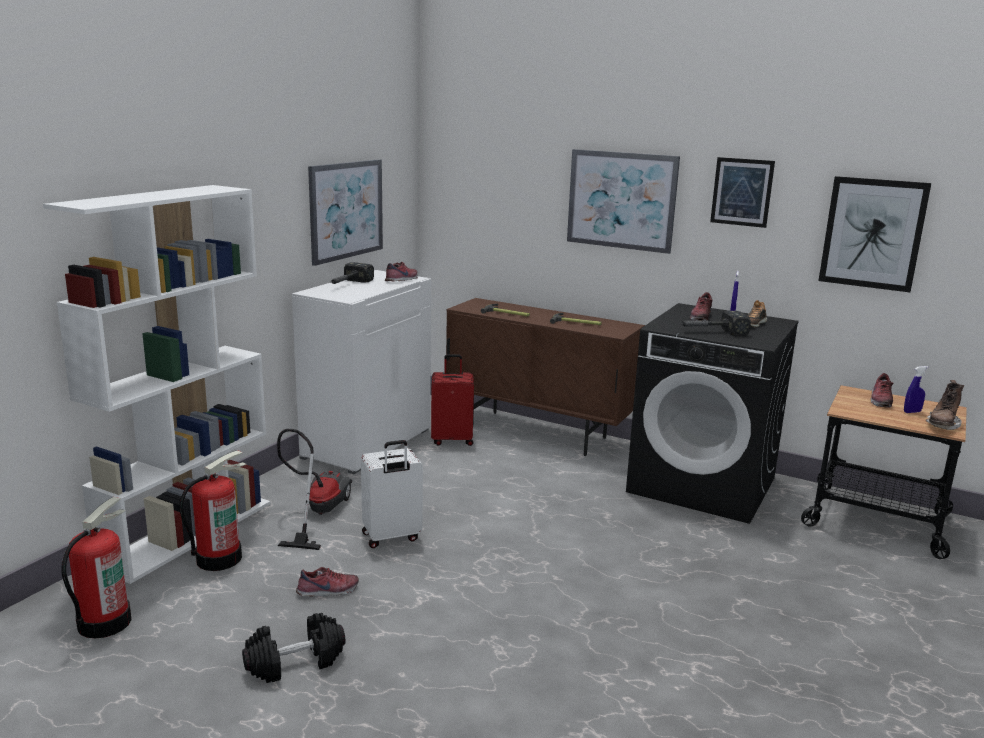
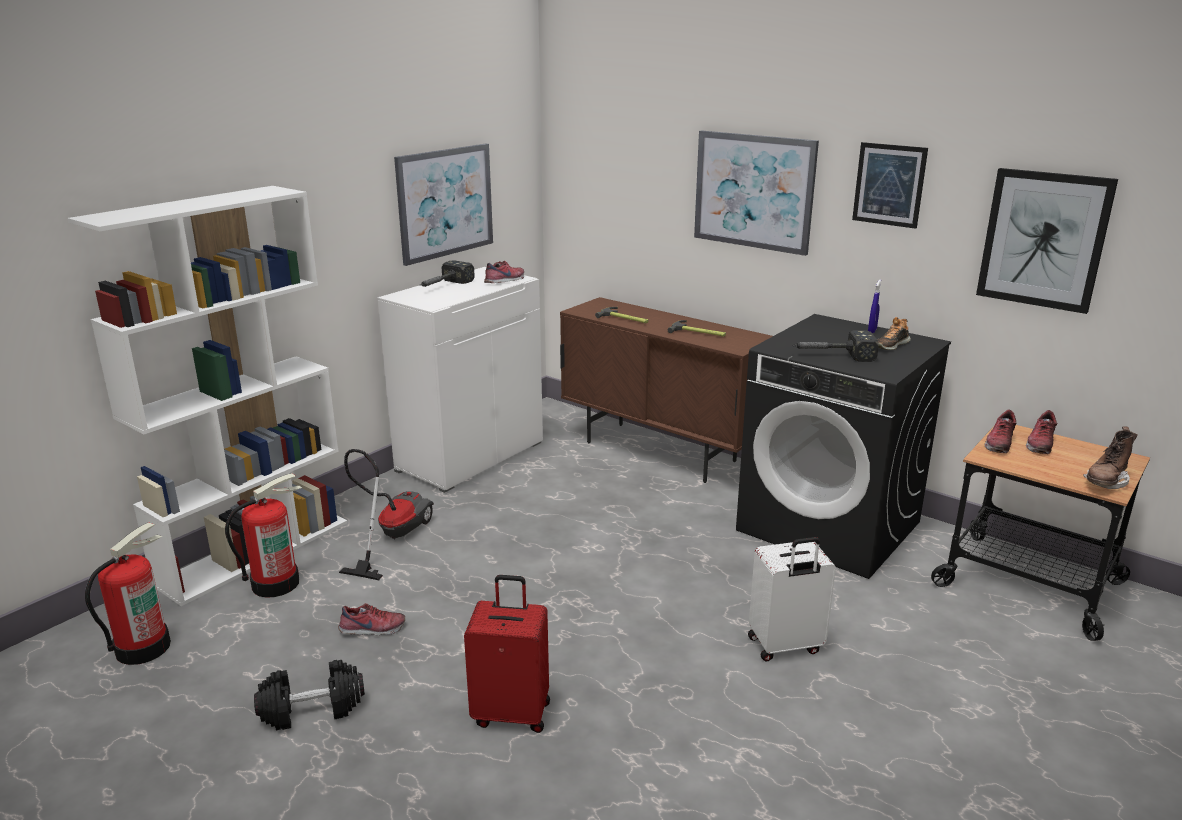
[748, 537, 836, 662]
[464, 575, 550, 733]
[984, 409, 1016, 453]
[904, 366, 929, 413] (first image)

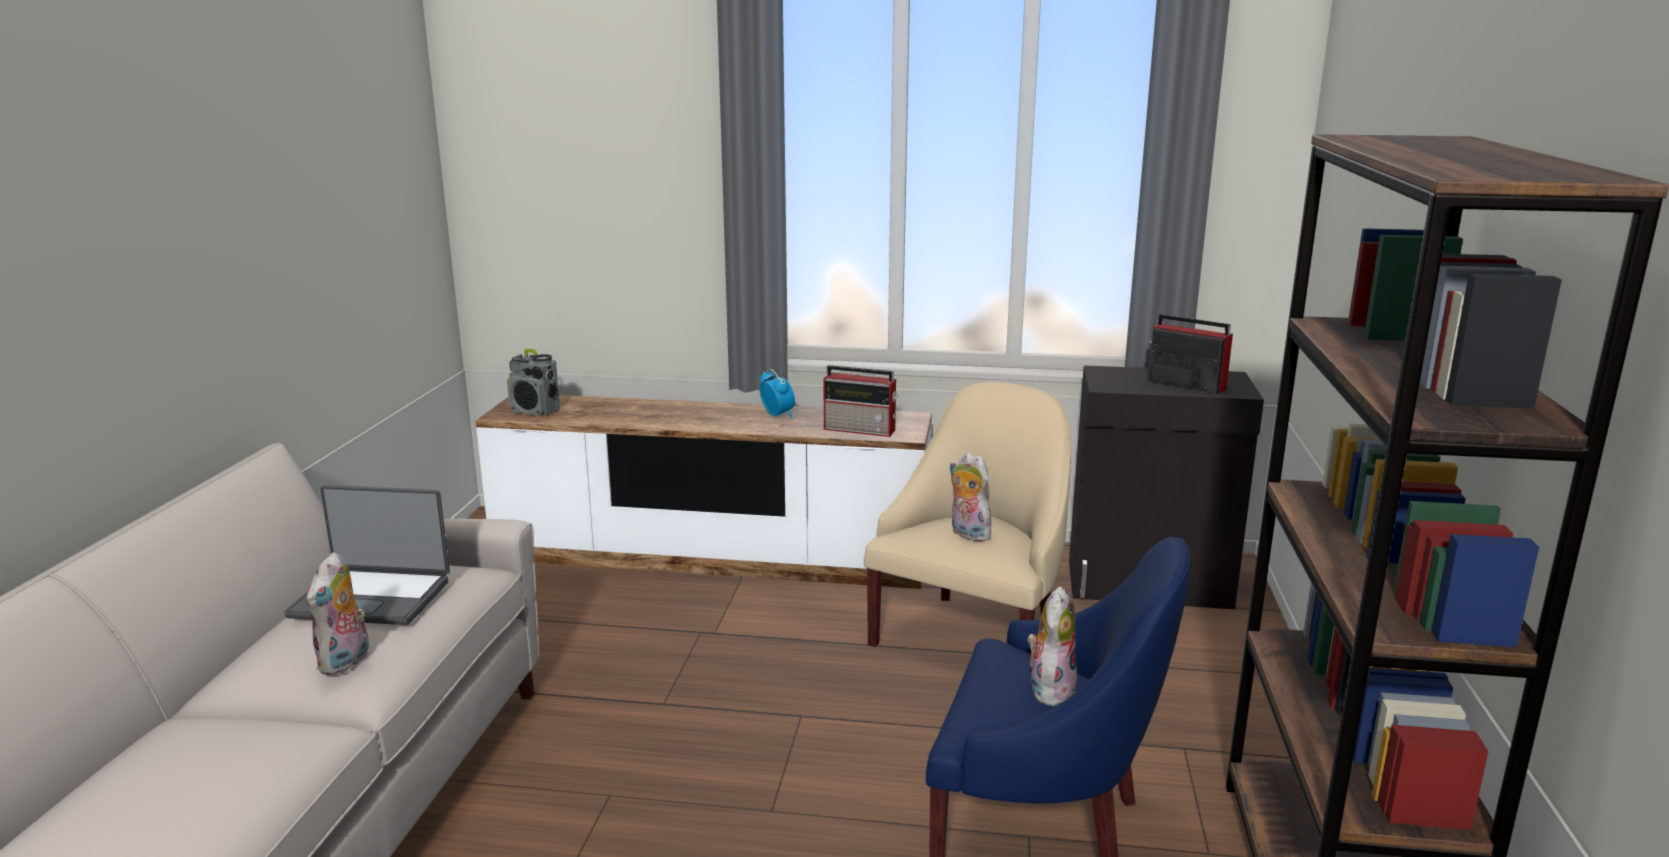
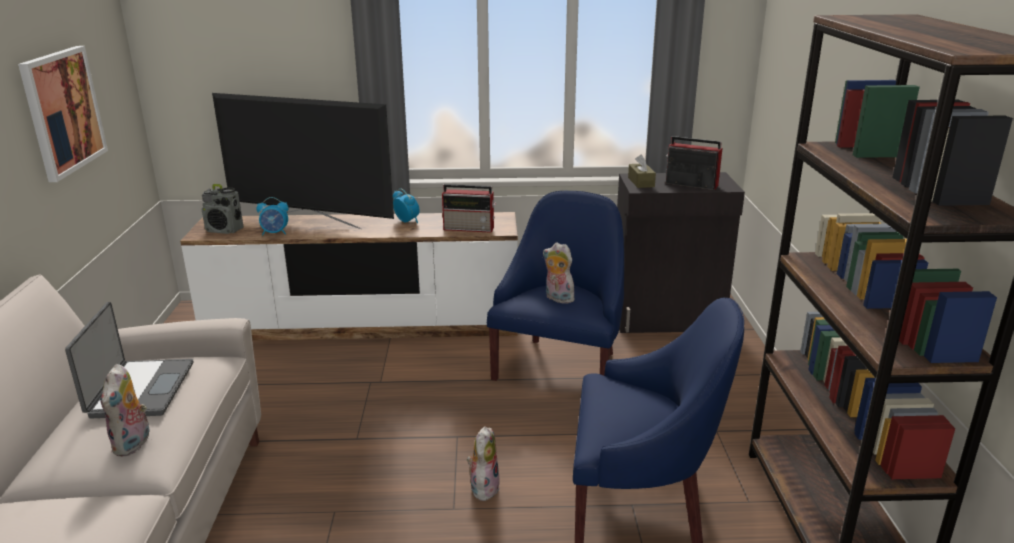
[65, 302, 194, 418]
[487, 191, 624, 381]
[467, 426, 500, 501]
[18, 46, 108, 182]
[212, 93, 394, 229]
[256, 197, 289, 236]
[628, 154, 656, 188]

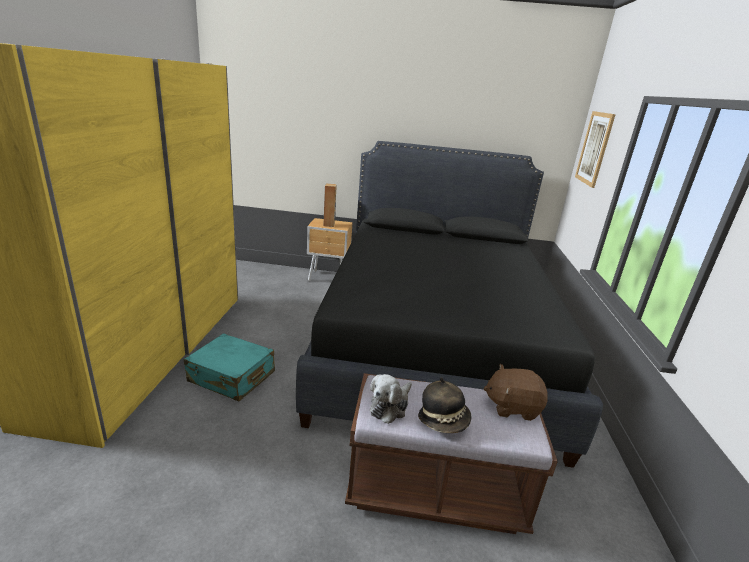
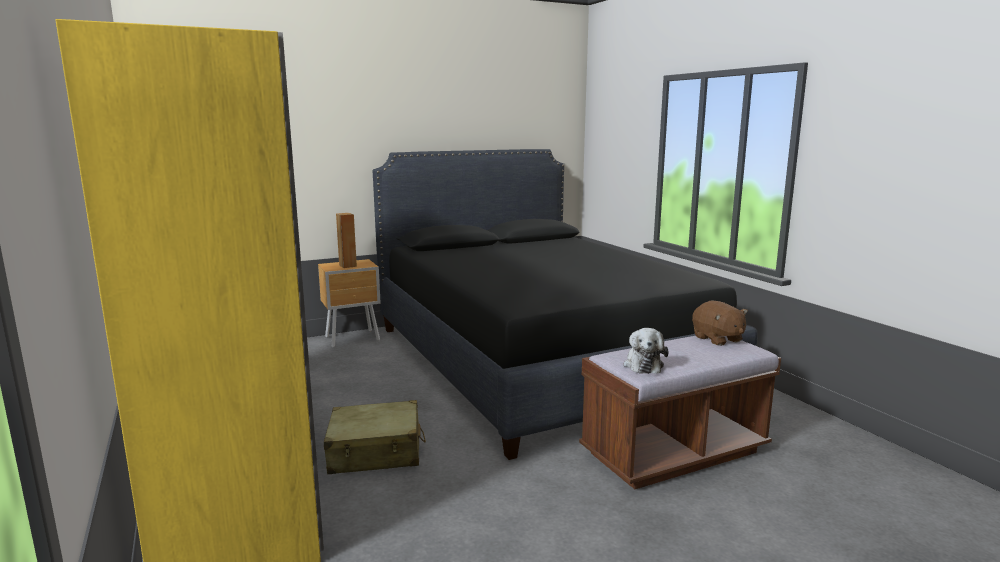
[324, 400, 426, 474]
[418, 377, 472, 433] (first image)
[692, 300, 748, 346]
[575, 111, 616, 188] (first image)

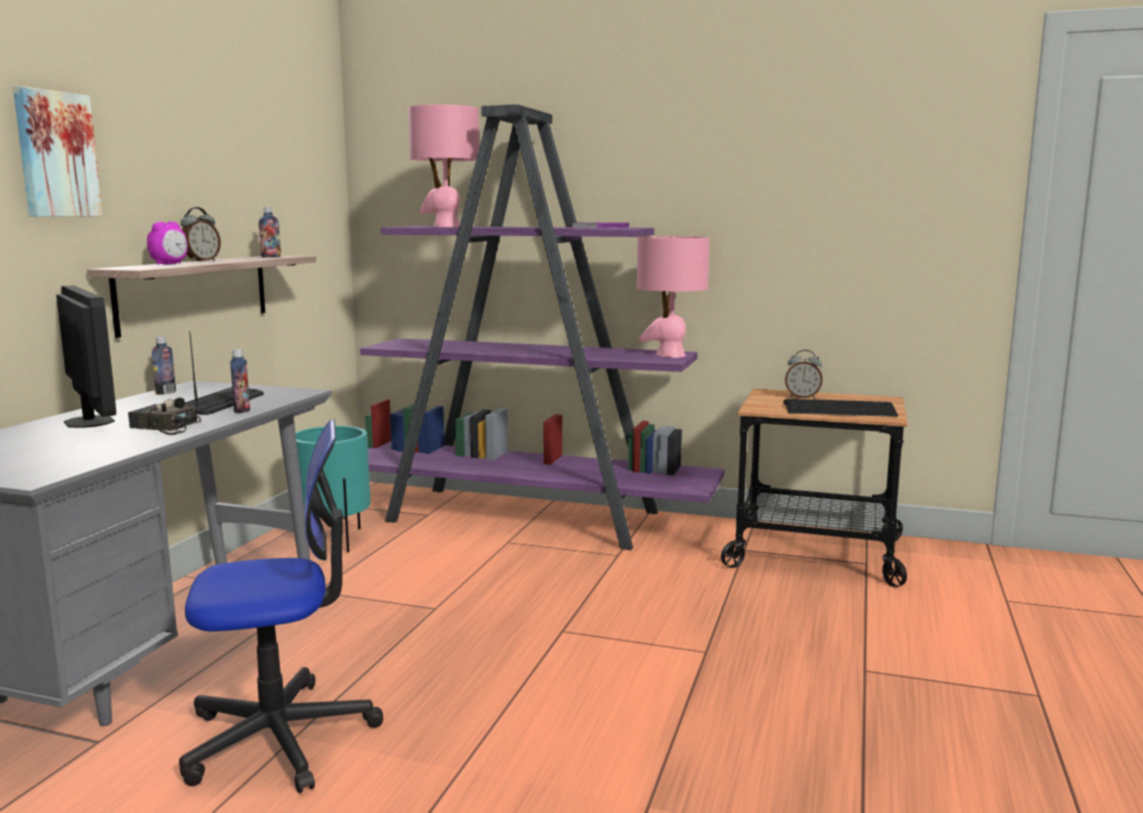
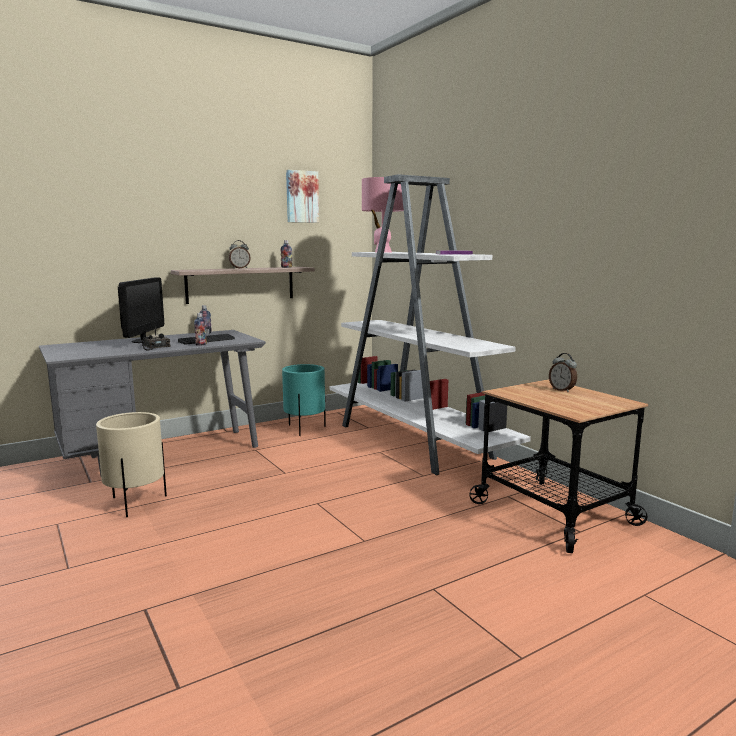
[286, 170, 319, 223]
[147, 221, 188, 265] (first image)
[96, 412, 167, 517]
[330, 174, 531, 475]
[637, 236, 710, 358] (first image)
[783, 399, 898, 417] (first image)

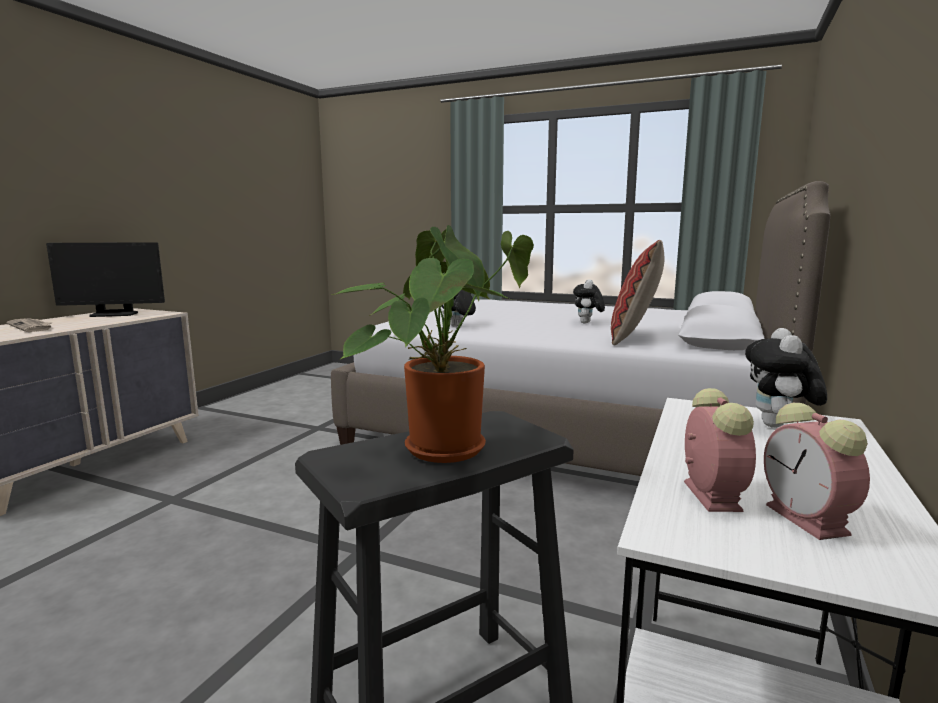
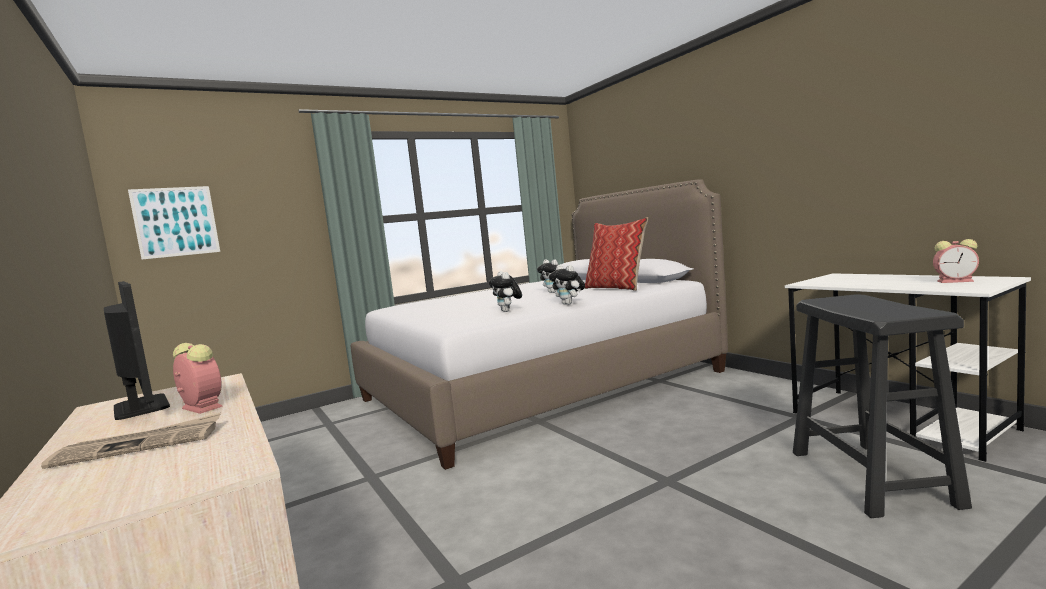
[104, 281, 170, 420]
[330, 225, 534, 463] (first image)
[173, 343, 223, 414]
[549, 265, 585, 305]
[128, 186, 220, 259]

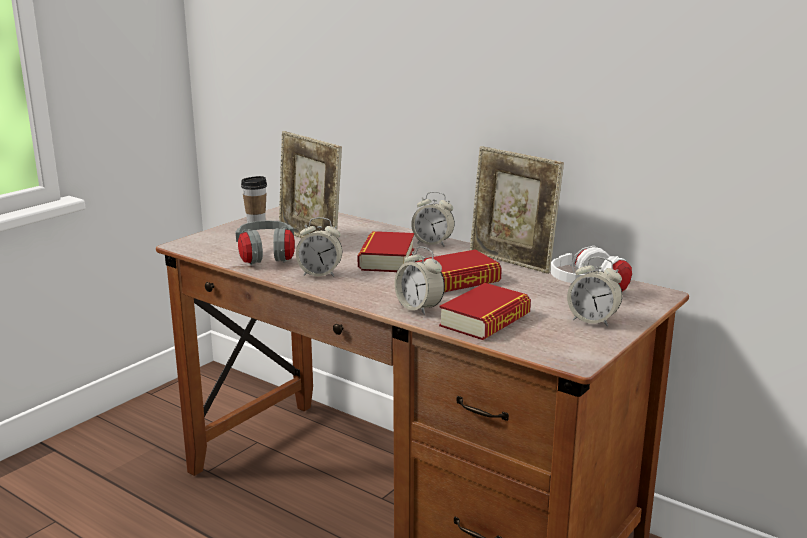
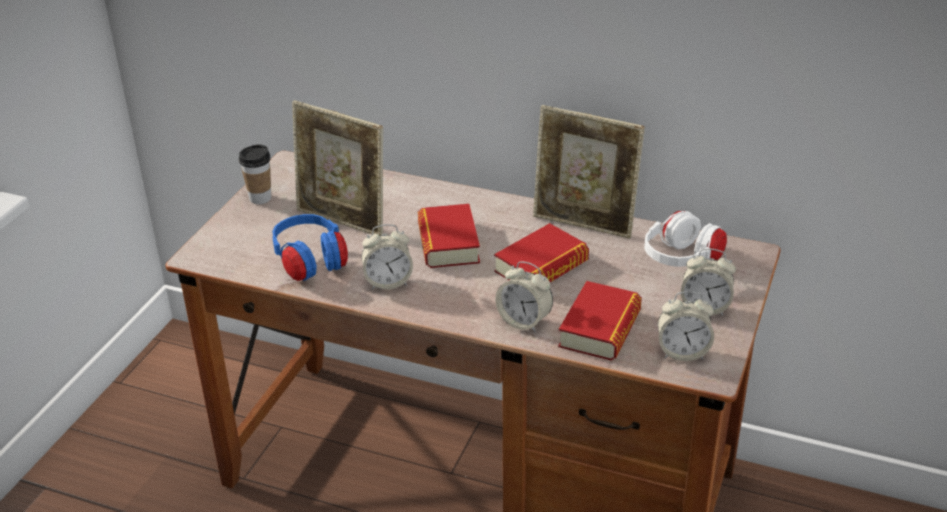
[272, 214, 348, 281]
[658, 291, 714, 361]

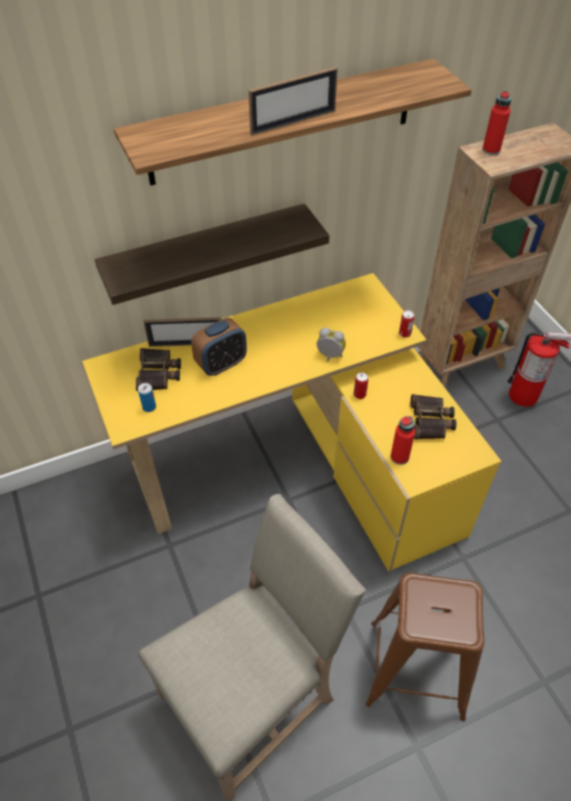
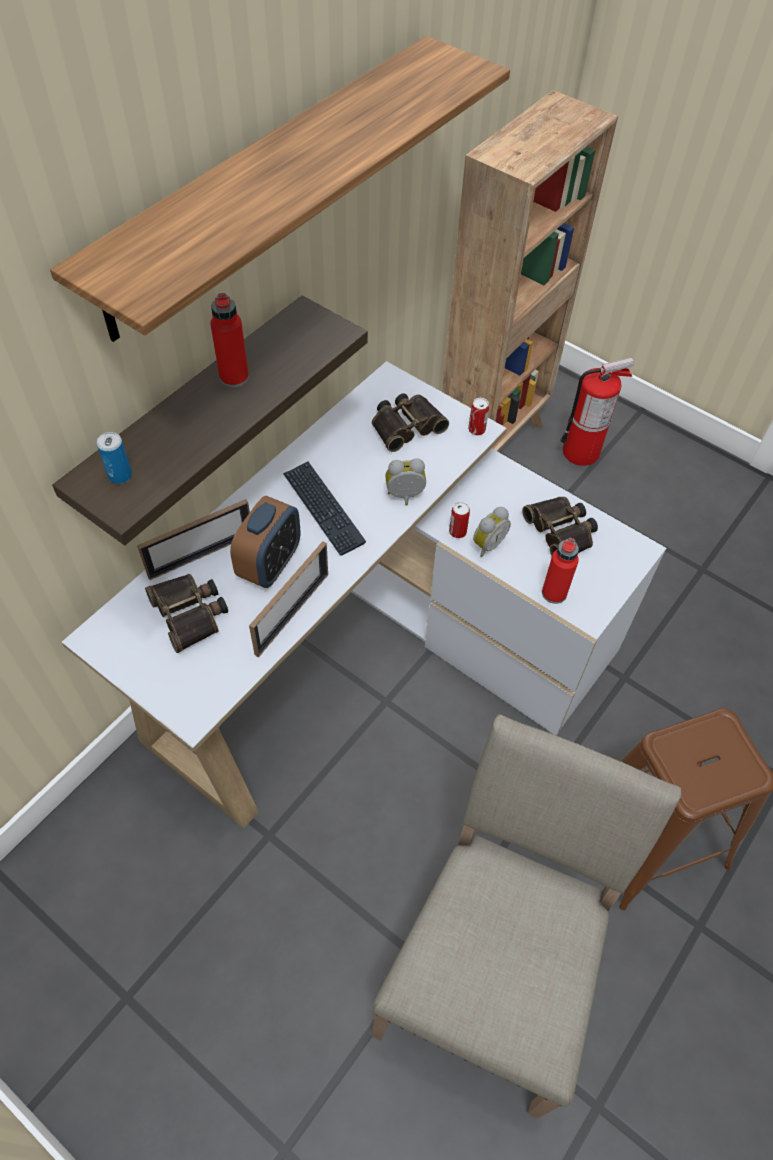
[62, 361, 666, 828]
[97, 432, 132, 484]
[249, 541, 328, 657]
[210, 293, 249, 387]
[283, 461, 366, 555]
[372, 393, 449, 452]
[473, 507, 511, 557]

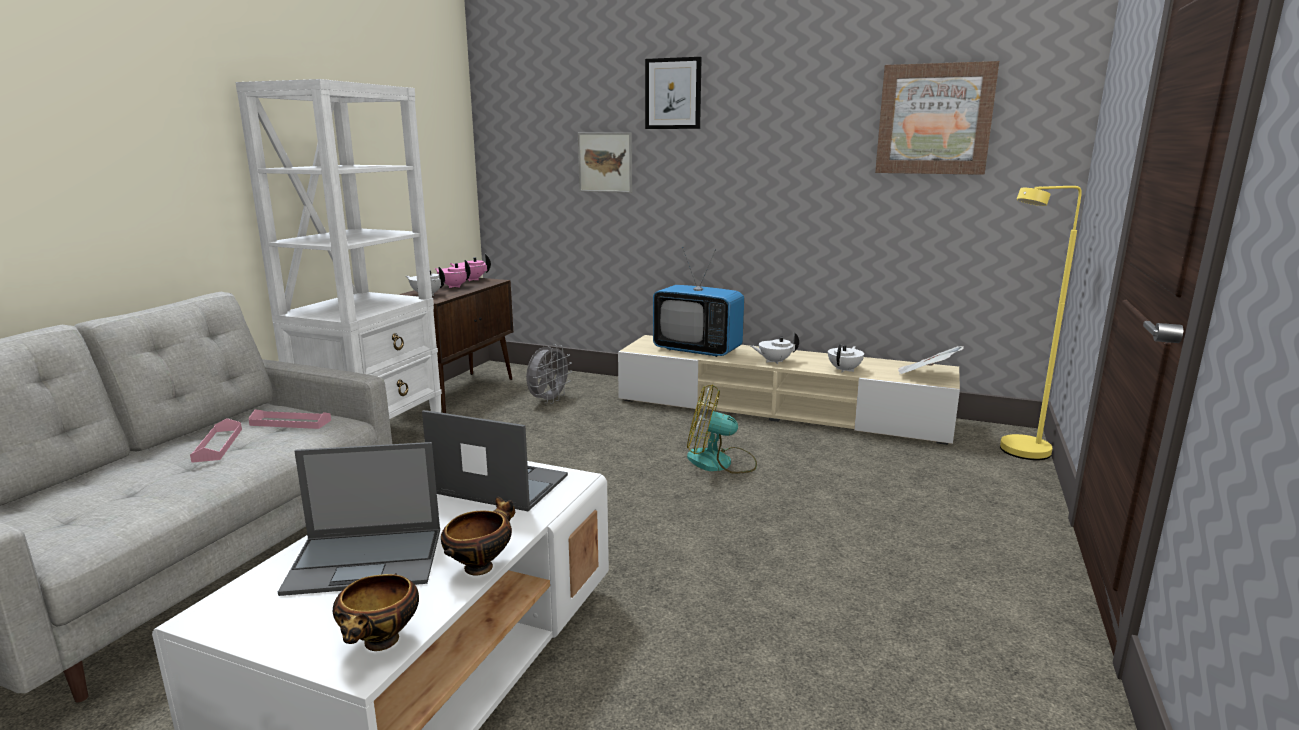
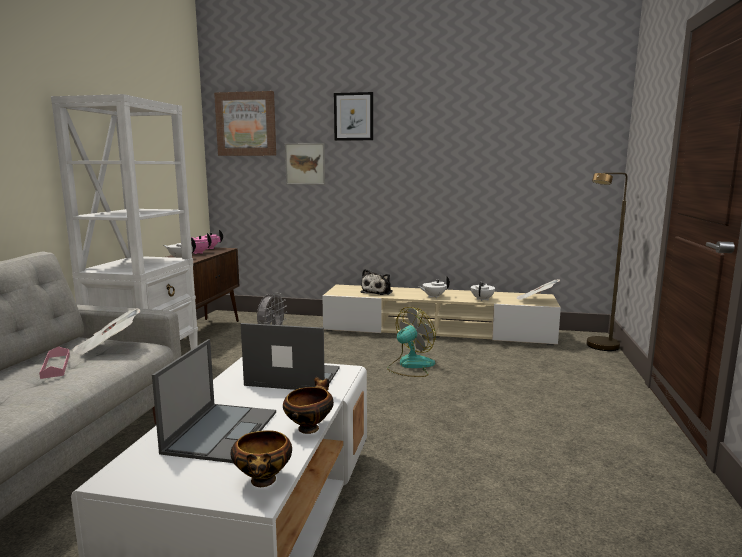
[72, 309, 140, 355]
[152, 339, 276, 463]
[361, 269, 393, 295]
[387, 307, 436, 377]
[214, 91, 276, 156]
[587, 173, 627, 351]

